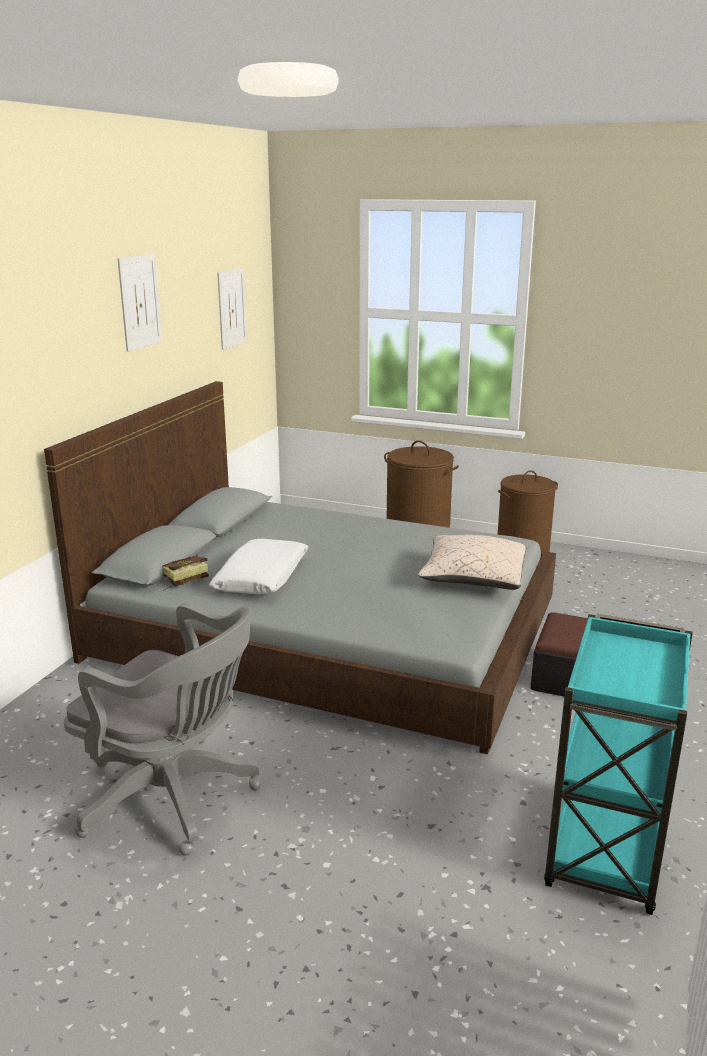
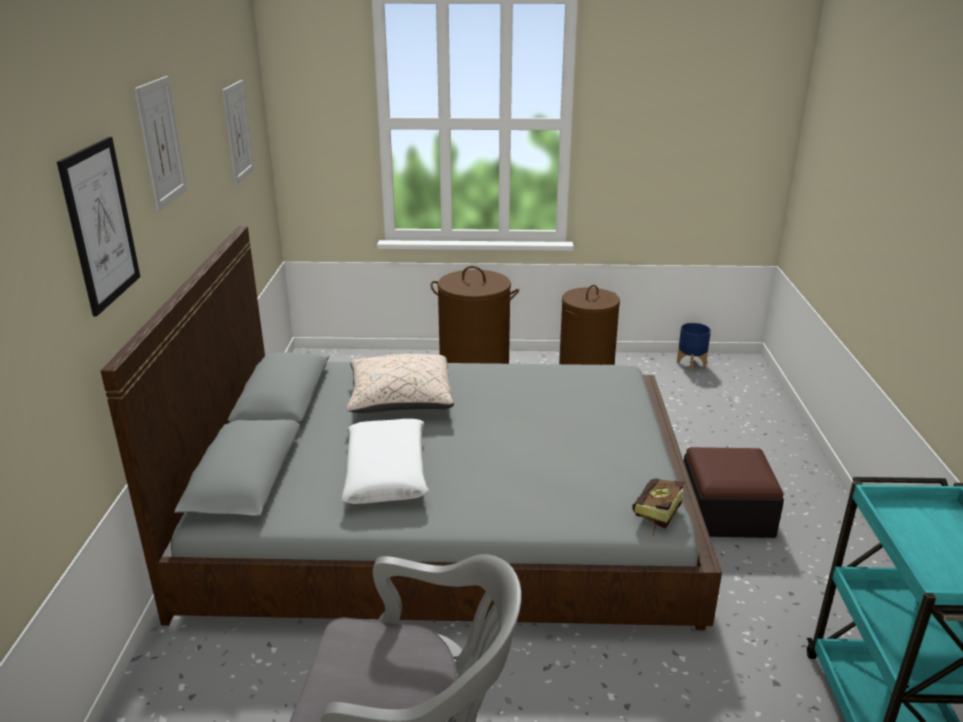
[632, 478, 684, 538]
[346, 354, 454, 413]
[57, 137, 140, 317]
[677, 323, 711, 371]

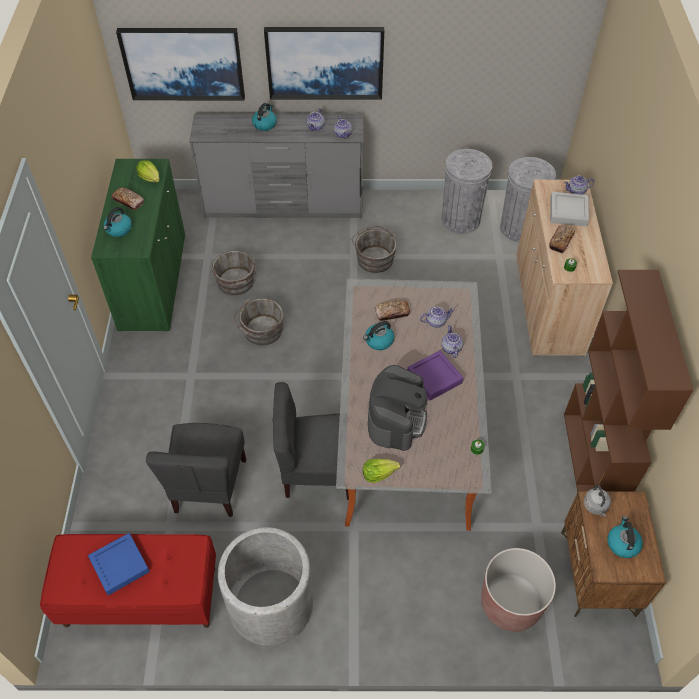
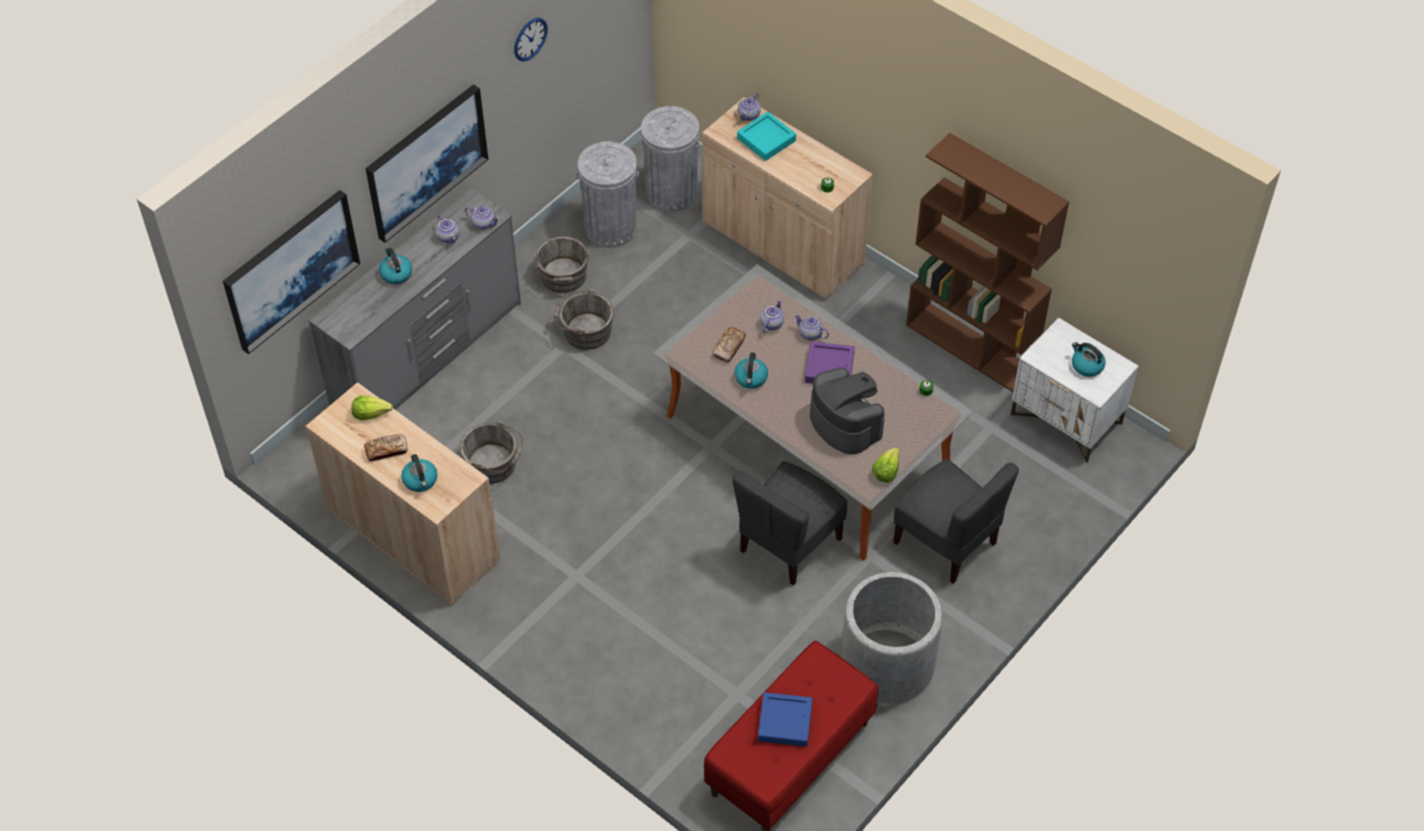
[306, 382, 500, 605]
[893, 459, 1019, 584]
[534, 236, 590, 293]
[481, 548, 556, 632] (first image)
[549, 225, 575, 254] (first image)
[737, 112, 796, 161]
[1011, 318, 1139, 463]
[584, 485, 611, 517] (first image)
[514, 18, 548, 61]

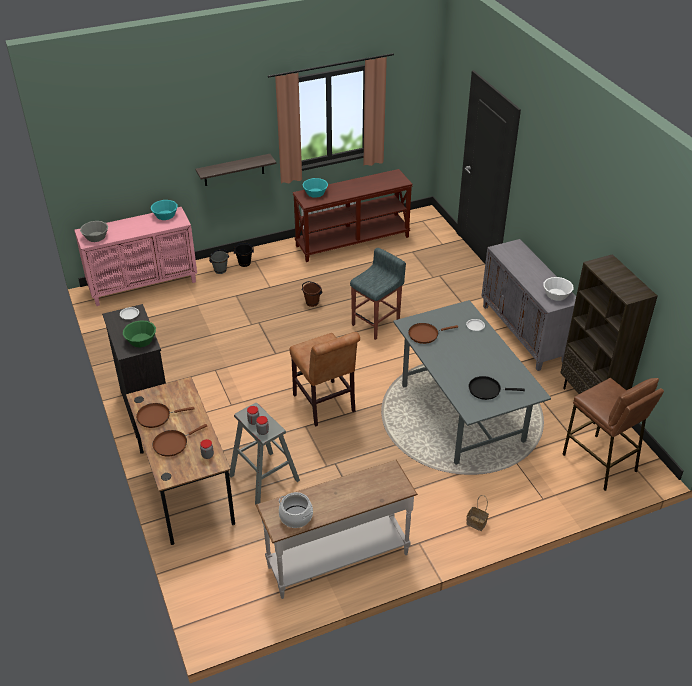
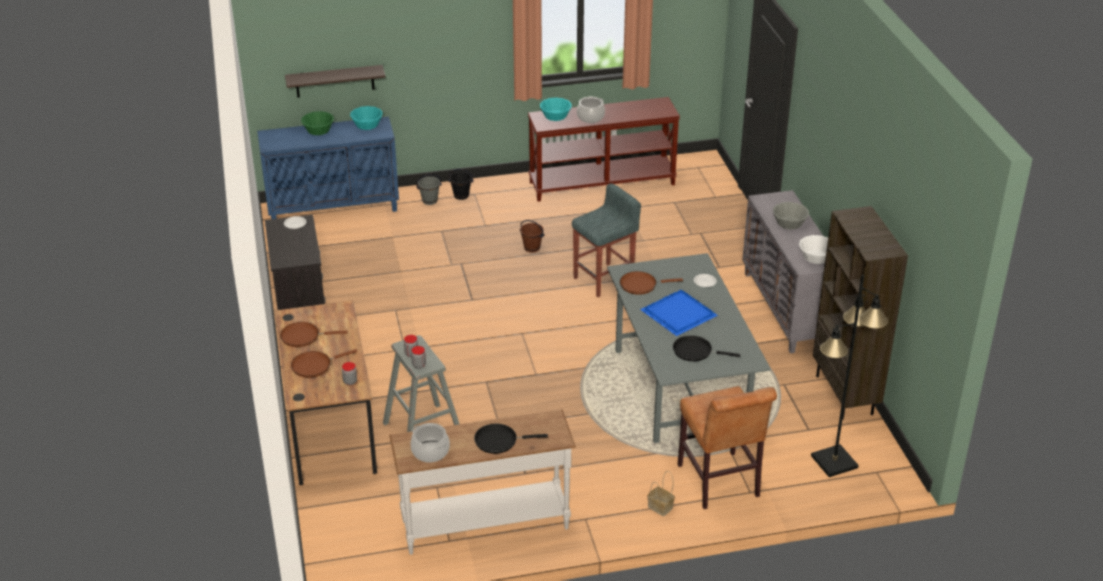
[257, 117, 399, 219]
[773, 202, 809, 229]
[301, 111, 334, 135]
[285, 65, 386, 98]
[678, 386, 777, 509]
[811, 275, 888, 477]
[474, 424, 548, 454]
[577, 97, 605, 123]
[640, 290, 718, 336]

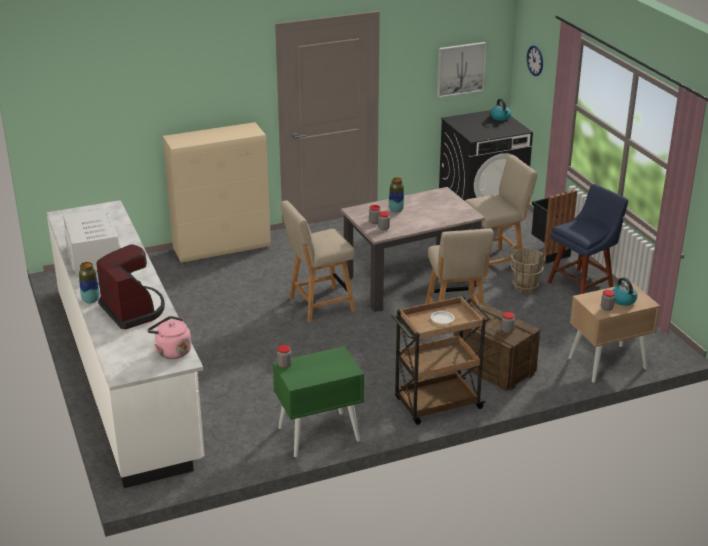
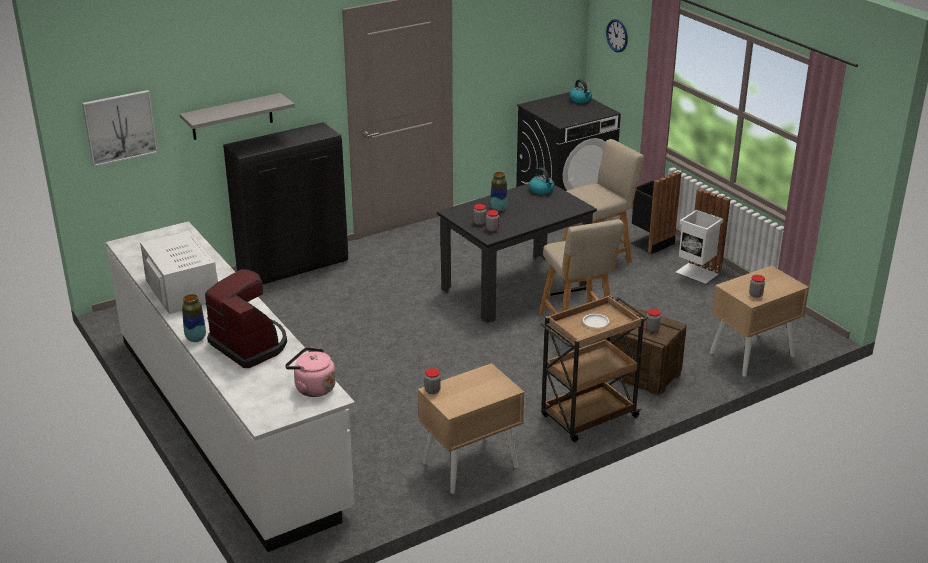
[223, 122, 348, 284]
[418, 363, 525, 494]
[281, 200, 355, 322] (first image)
[437, 183, 597, 323]
[82, 90, 158, 167]
[511, 245, 545, 293] (first image)
[676, 189, 730, 284]
[529, 168, 554, 194]
[180, 93, 295, 140]

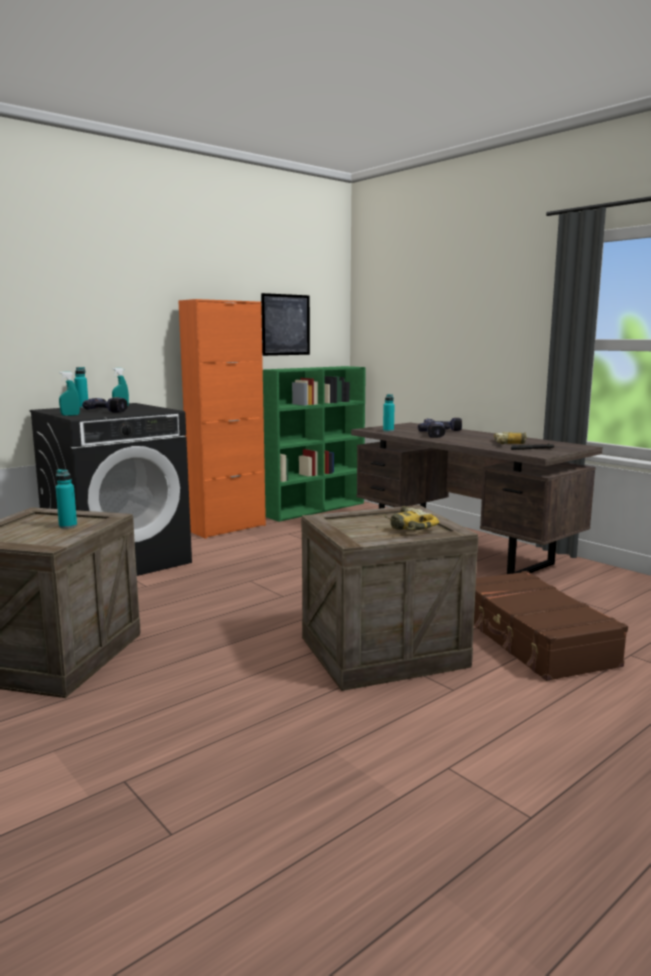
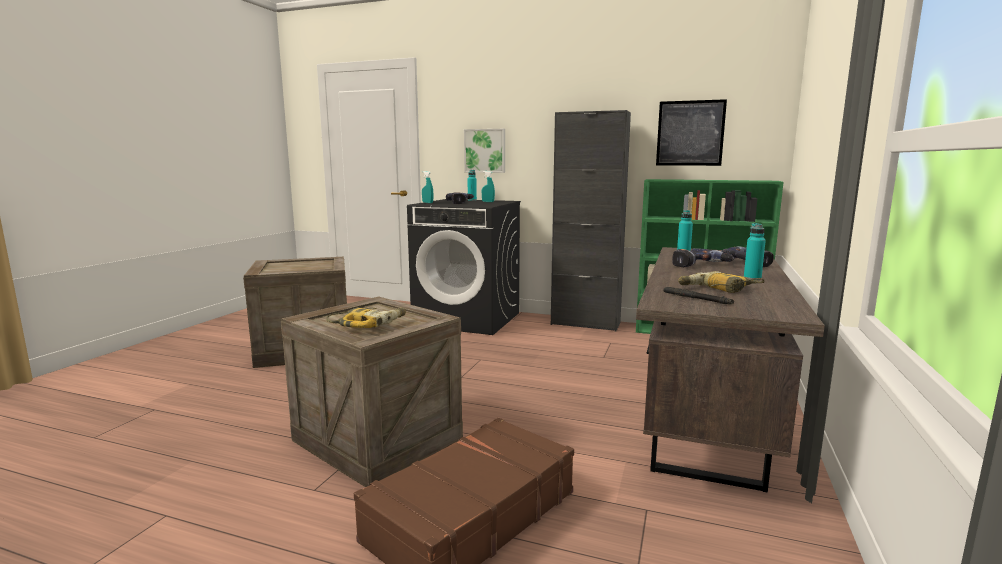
[744, 223, 766, 280]
[551, 110, 631, 332]
[464, 129, 505, 173]

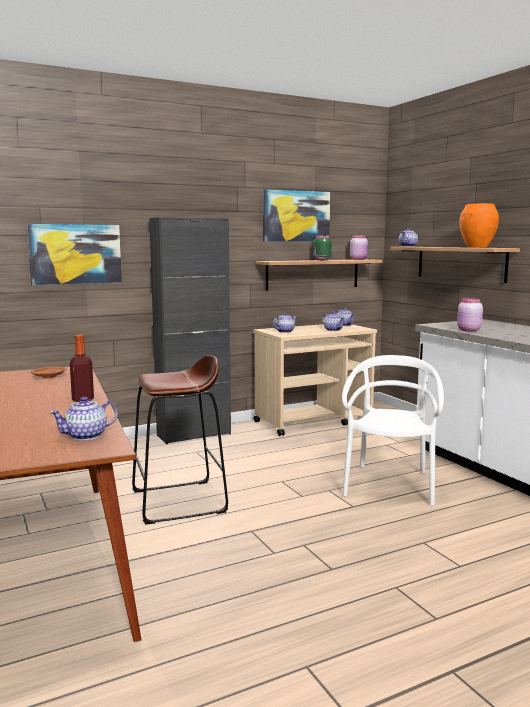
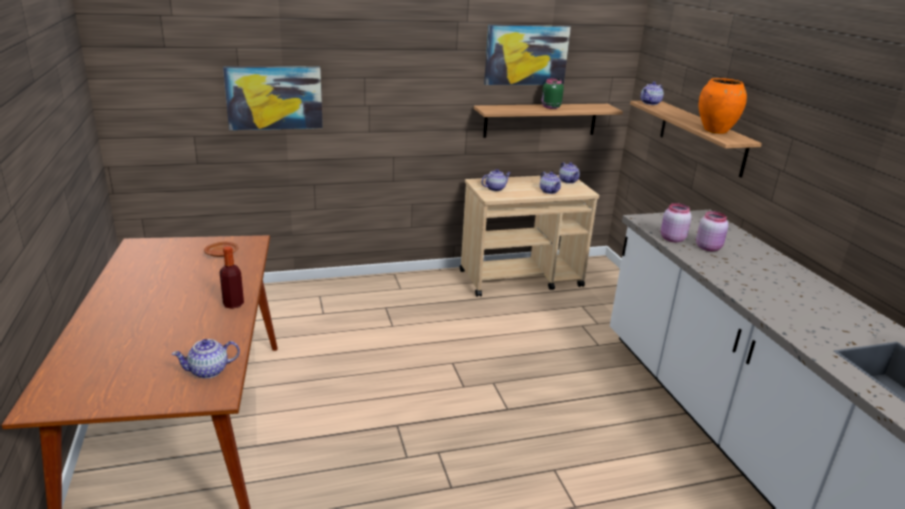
[132, 355, 228, 525] (first image)
[149, 217, 231, 444] (first image)
[342, 355, 444, 506] (first image)
[696, 211, 728, 251]

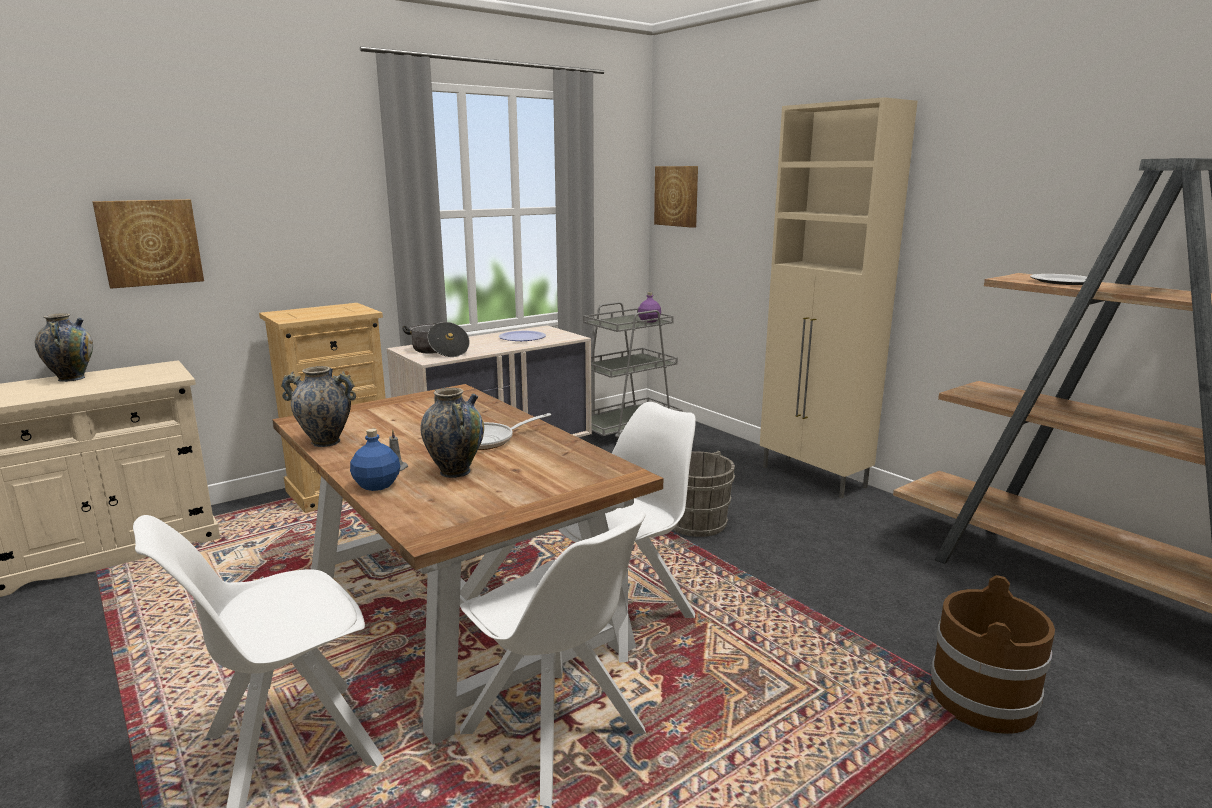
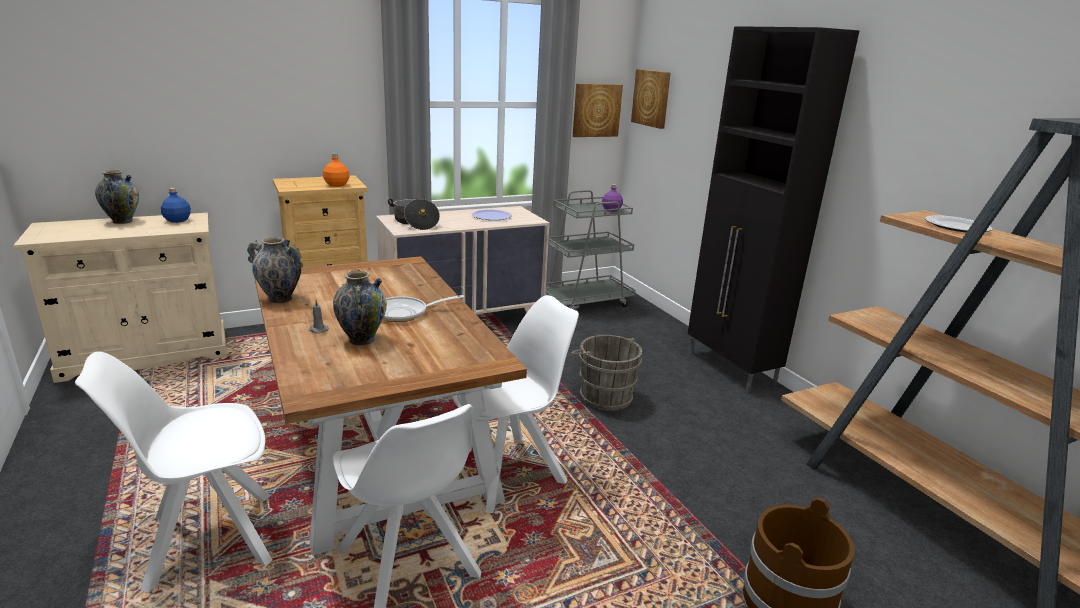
[573, 83, 623, 137]
[161, 188, 191, 223]
[687, 26, 860, 392]
[323, 153, 349, 187]

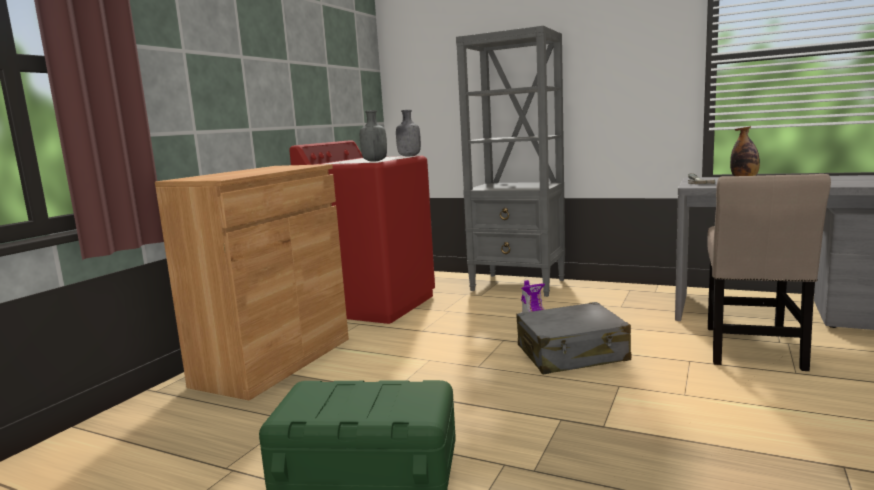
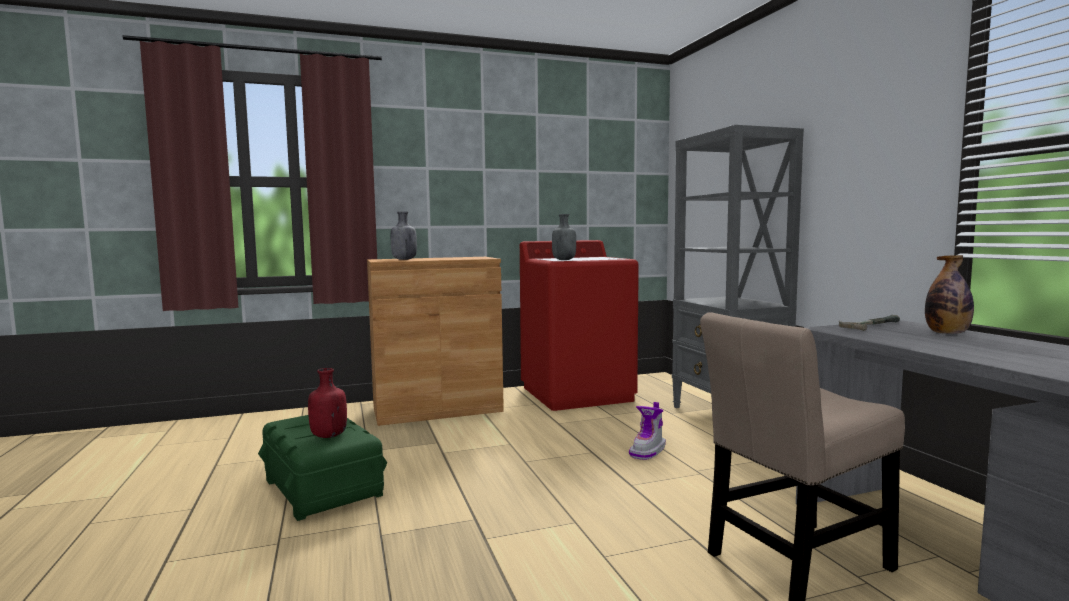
[391, 211, 417, 260]
[517, 302, 631, 374] (first image)
[308, 368, 347, 438]

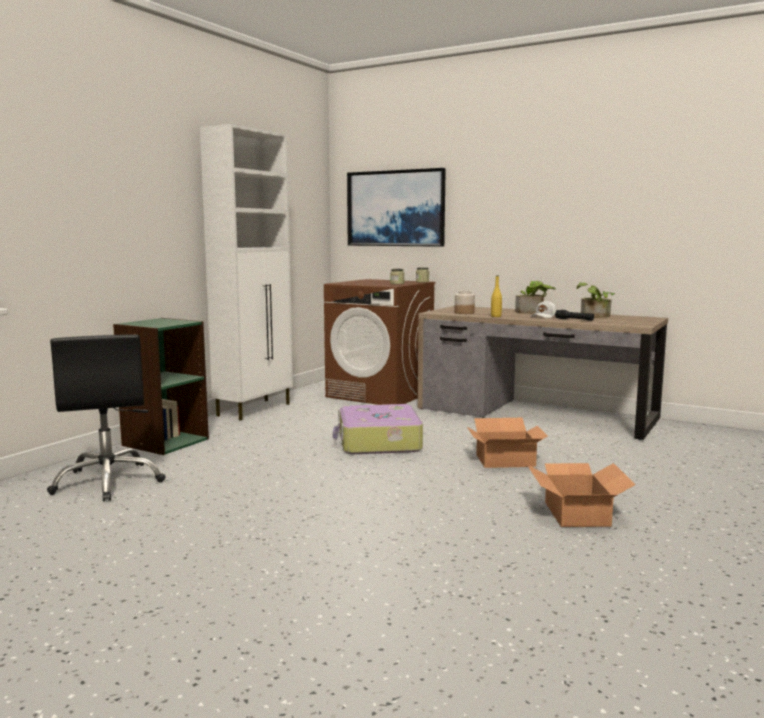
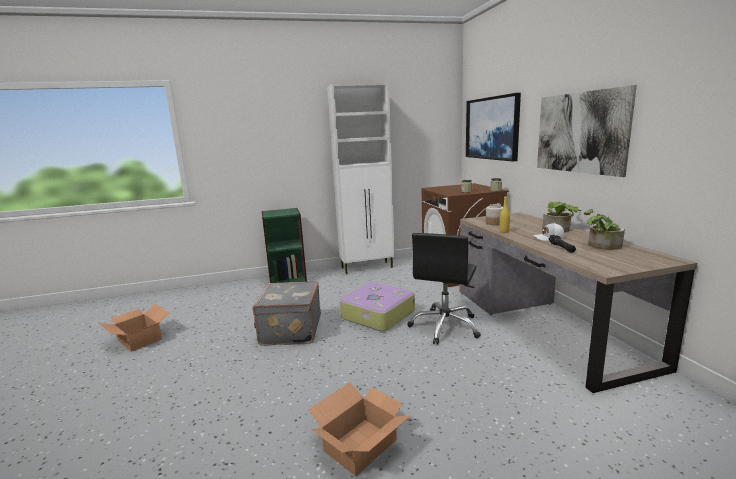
[408, 233, 481, 344]
[99, 304, 170, 352]
[253, 281, 321, 346]
[537, 85, 637, 177]

